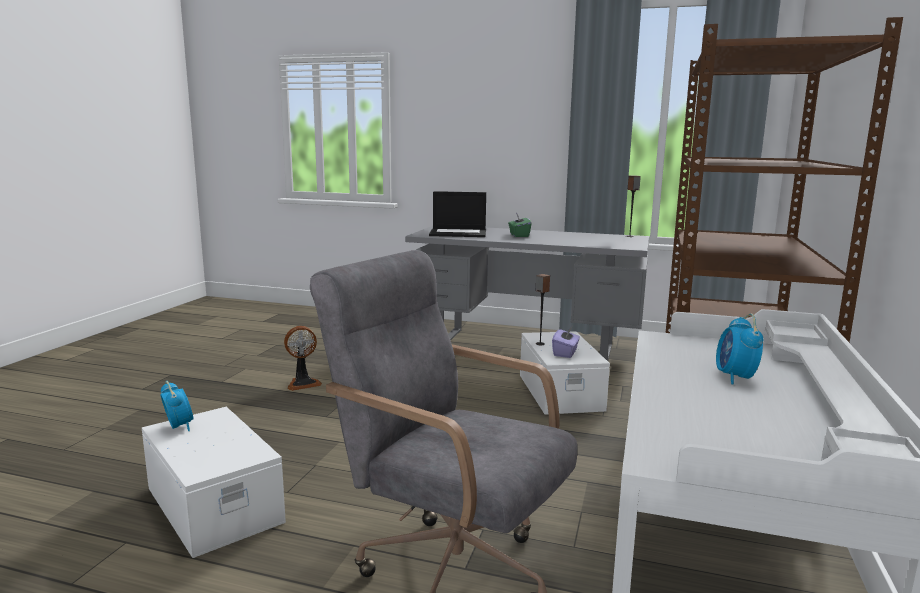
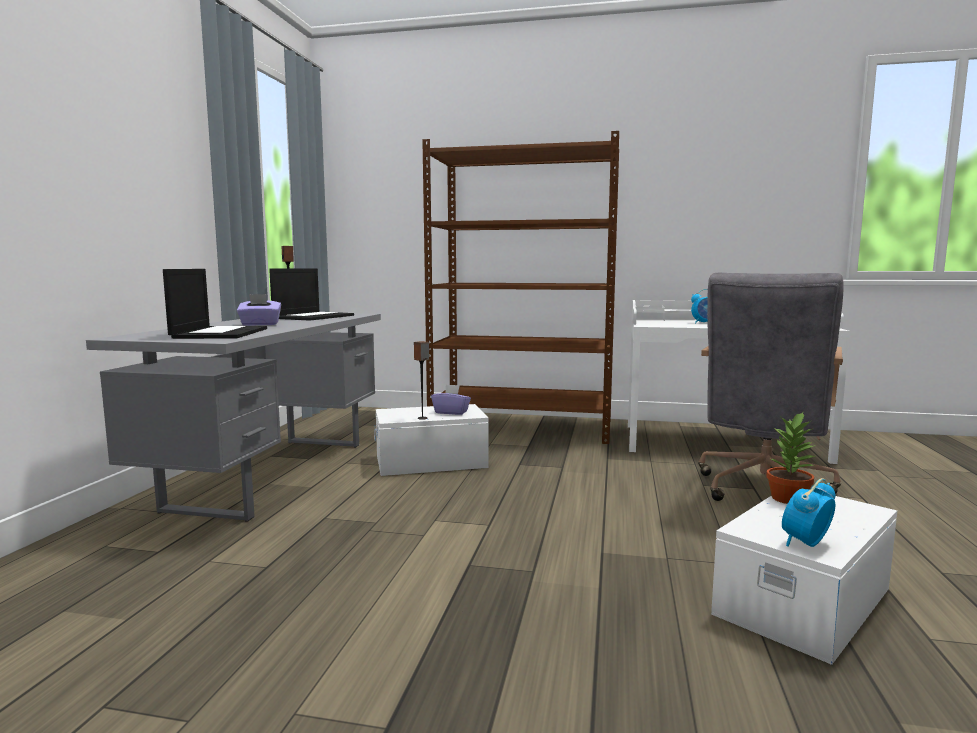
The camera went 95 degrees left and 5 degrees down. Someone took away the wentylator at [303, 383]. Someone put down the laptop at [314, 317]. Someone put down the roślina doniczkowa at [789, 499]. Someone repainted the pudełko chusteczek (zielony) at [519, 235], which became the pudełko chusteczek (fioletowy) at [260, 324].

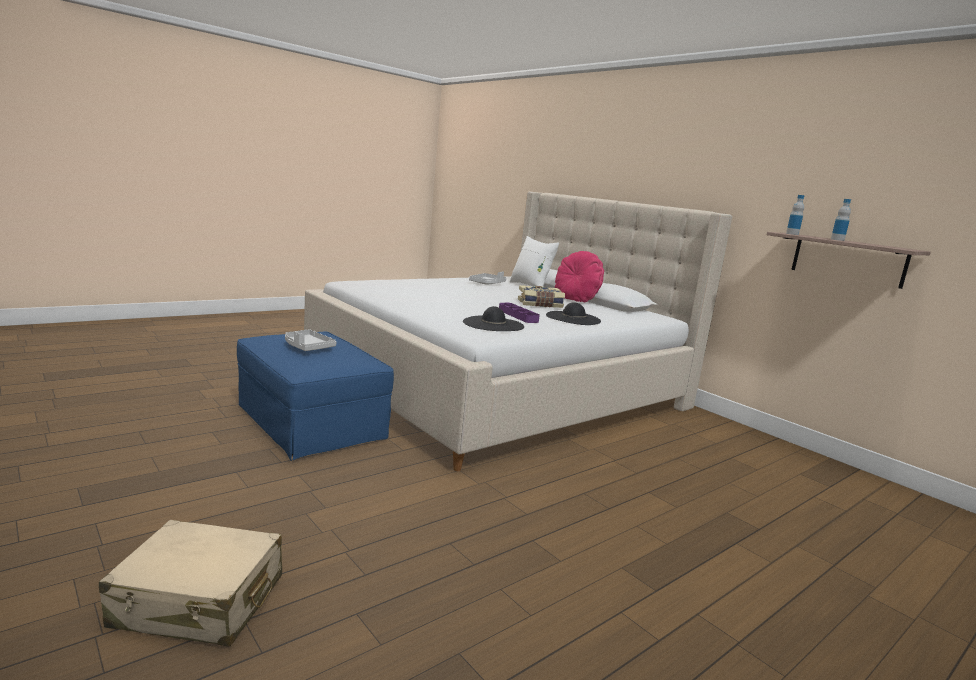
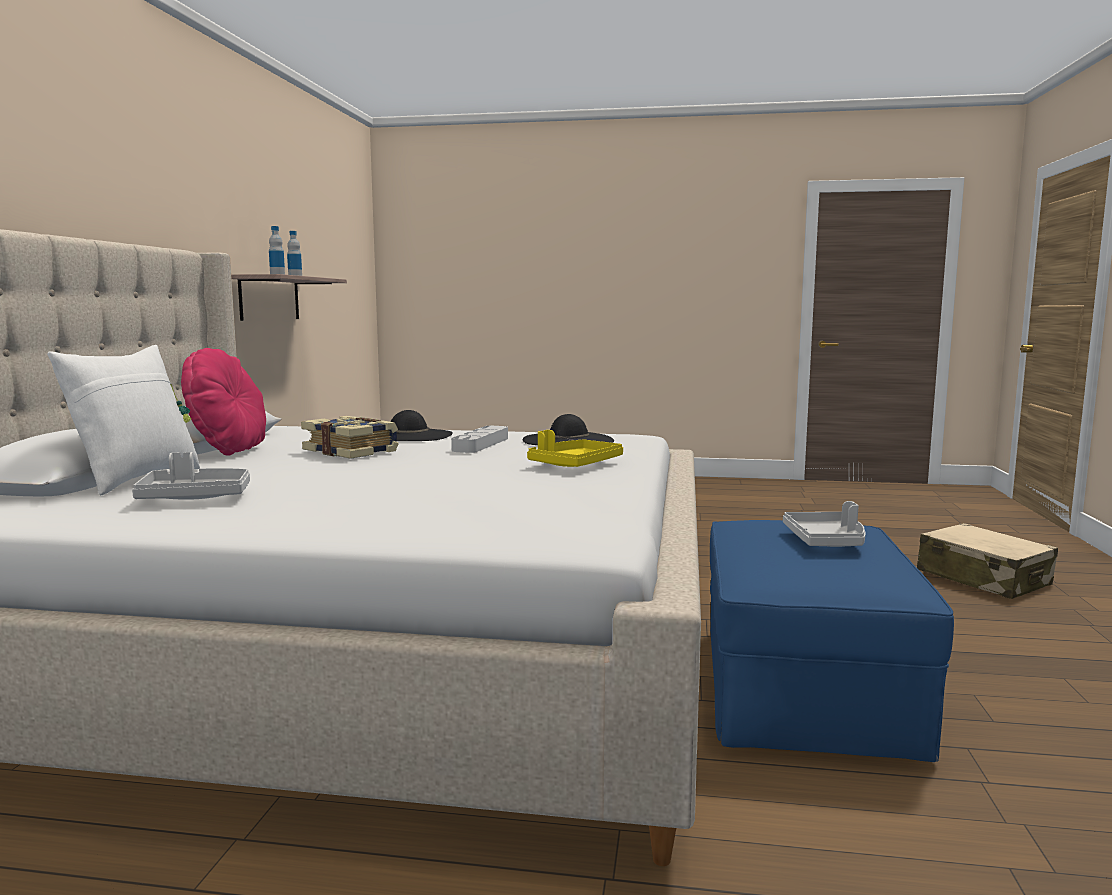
The camera went 130 degrees left and 5 degrees down. Someone put down the taca (żółty) at [575, 465]. Someone repainted the taca (fioletowy) at [518, 316], which became the taca (szary) at [481, 444].

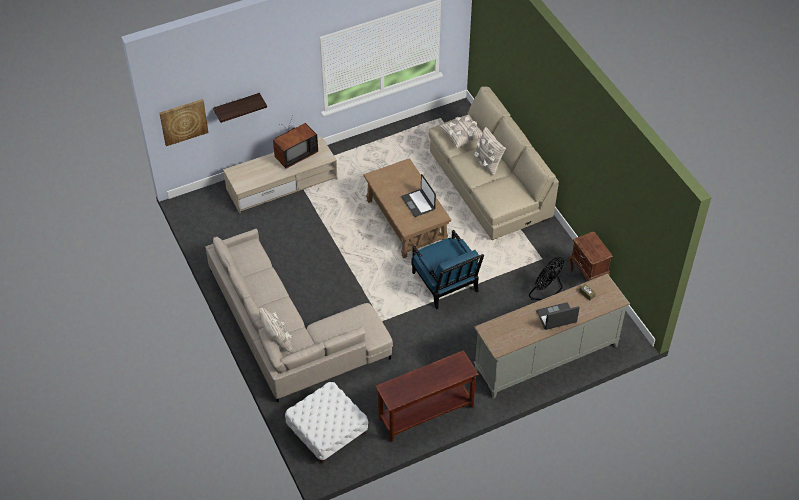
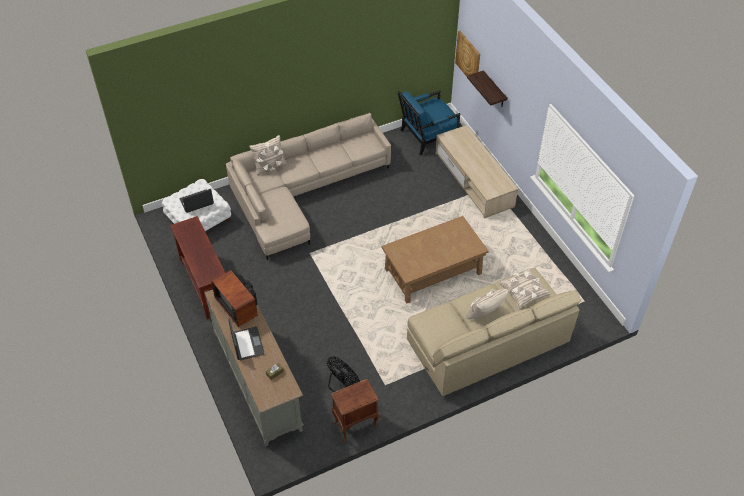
The camera went 90 degrees right and 0 degrees up. Someone carried the telewizor from [294, 154] to [239, 306]. Someone carried the laptop from [418, 203] to [197, 202]. Someone carried the fotel (niebieski) from [445, 284] to [427, 136].

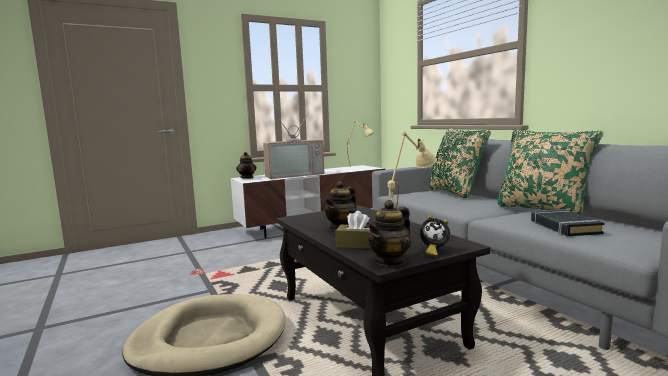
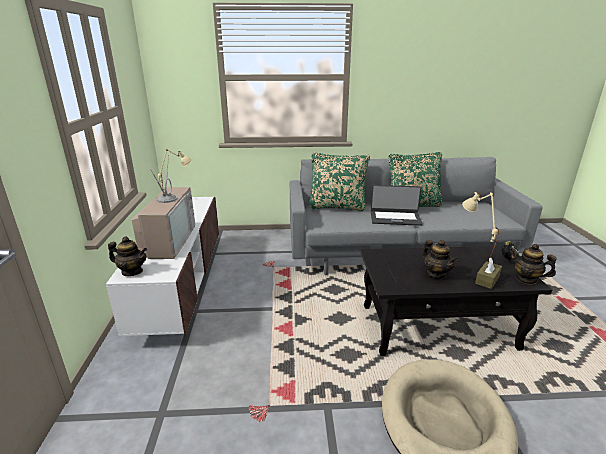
The camera went 65 degrees left and 15 degrees up. Someone took away the książka (czarny) at [564, 227]. Someone put down the laptop at [395, 218]. Someone rotated the imbryk at [390, 261] by 150 degrees clockwise.

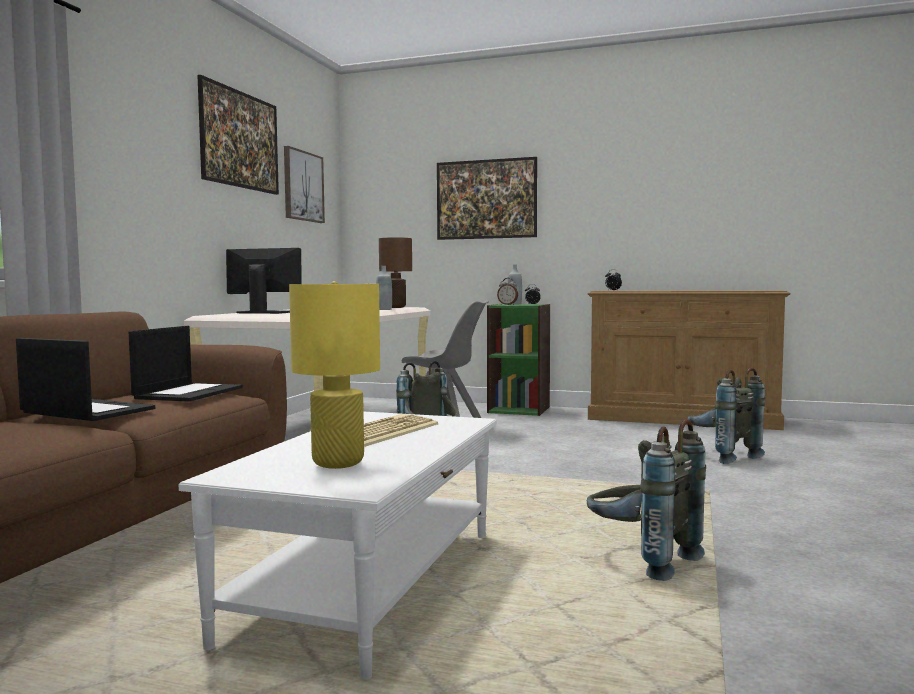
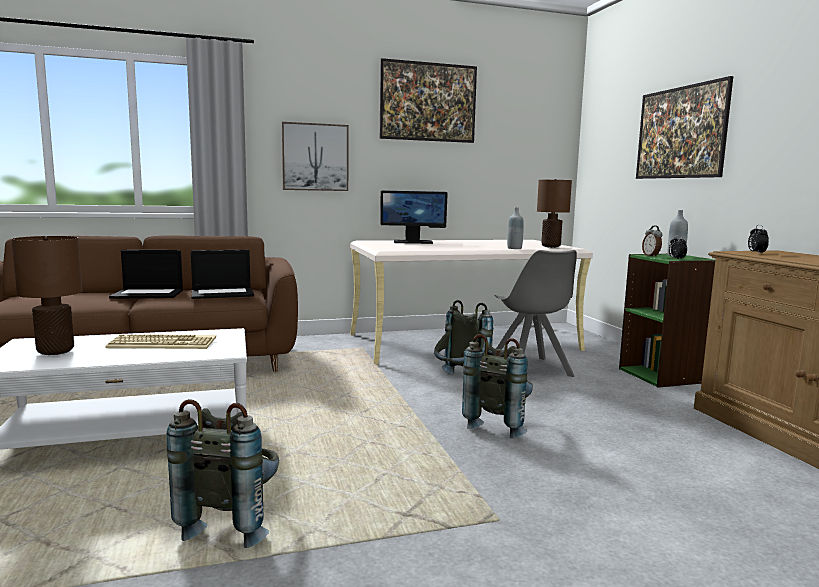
The camera went 55 degrees right and 5 degrees up. Someone carried the obraz from [303, 186] to [315, 157]. Someone carried the plecak (szary) from [721, 456] to [498, 424]. Someone repainted the lampa stołowa (żółty) at [339, 465], which became the lampa stołowa (brązowy) at [56, 353]. Someone rotated the laptop at [86, 411] by 90 degrees clockwise. Someone rotated the monitor at [264, 312] by 105 degrees clockwise.

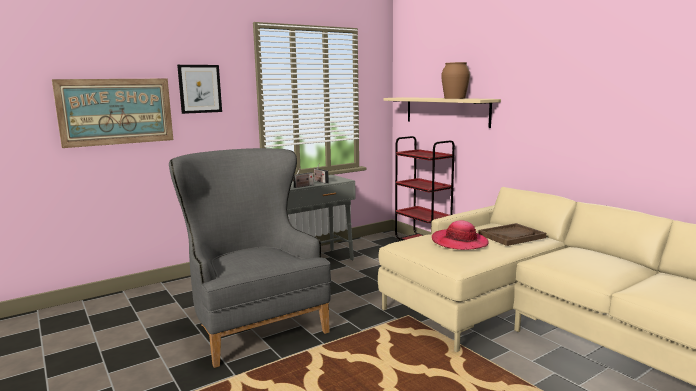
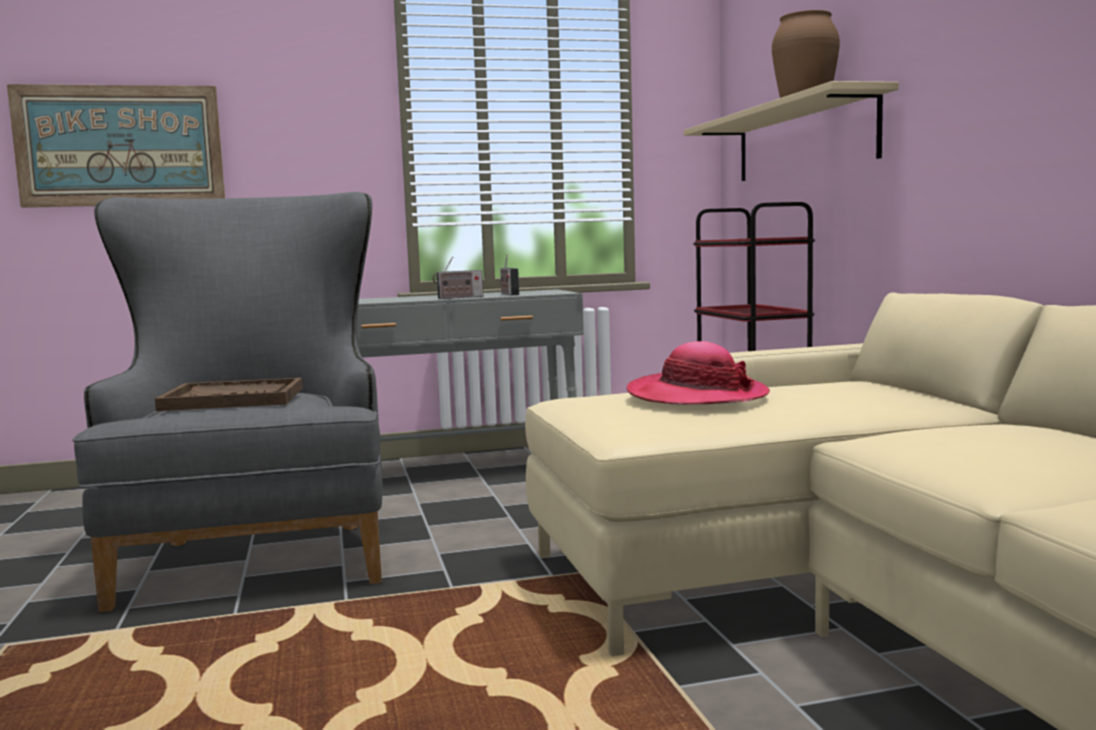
The camera went 20 degrees right and 5 degrees down. Someone took away the obraz at [200, 89]. Someone carried the taca (brązowy) from [511, 236] to [234, 399].

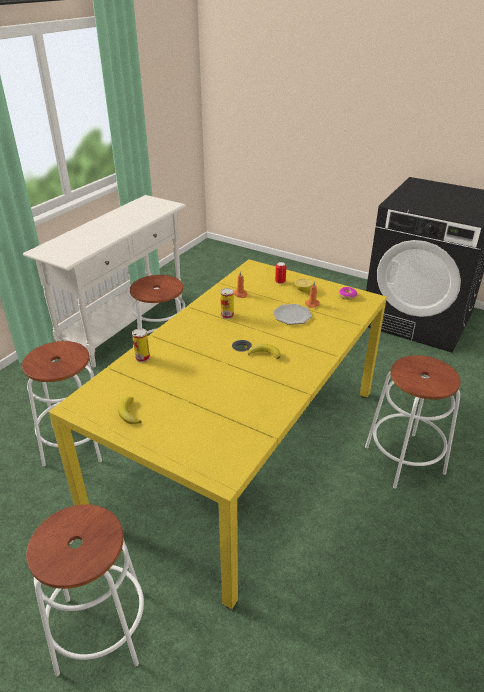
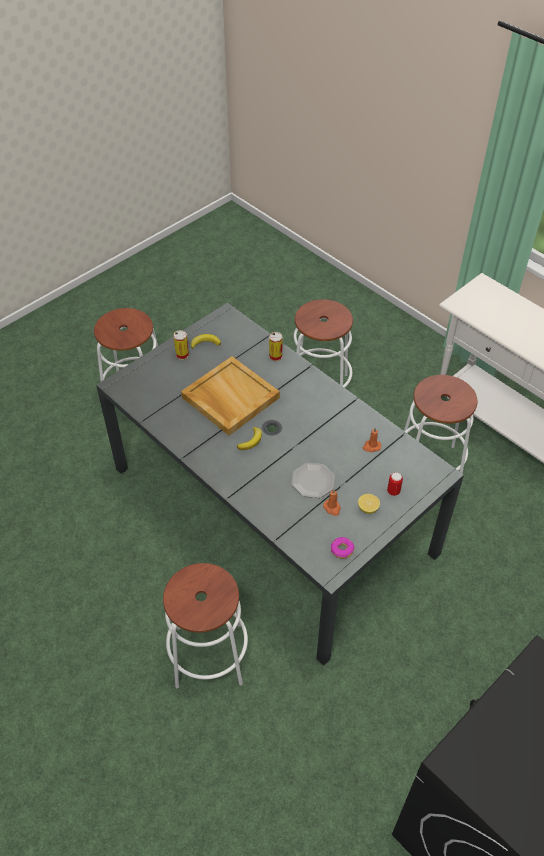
The camera went 105 degrees right and 15 degrees up. Someone put down the taca (beżowy) at [229, 397]. Someone carried the puszka from [227, 315] to [182, 355]. Someone repainted the stół jadalny (żółty) at [241, 449], which became the stół jadalny (szary) at [272, 510].

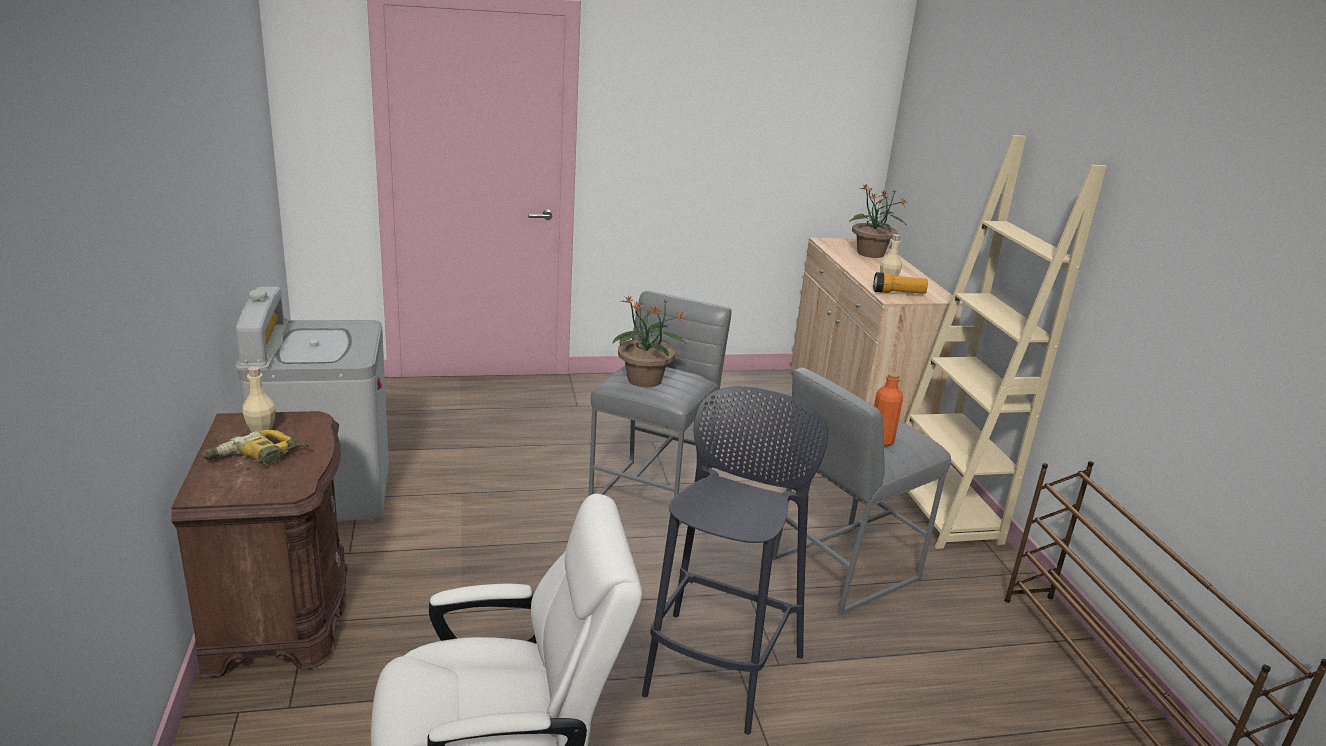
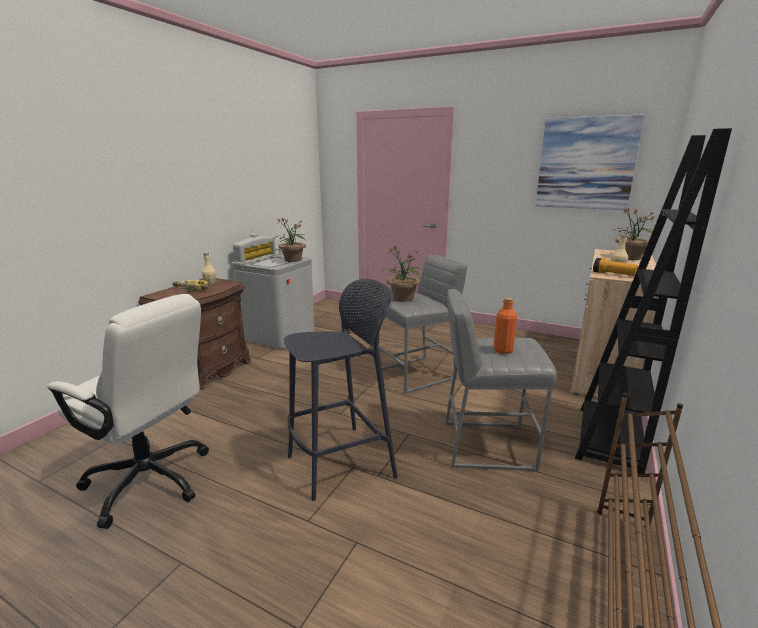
The camera went 40 degrees right and 5 degrees down. Someone put down the roślina doniczkowa at [293, 260]. Someone put up the obraz at [586, 163]. Someone repainted the regał (beżowy) at [942, 511], which became the regał (czarny) at [609, 439].

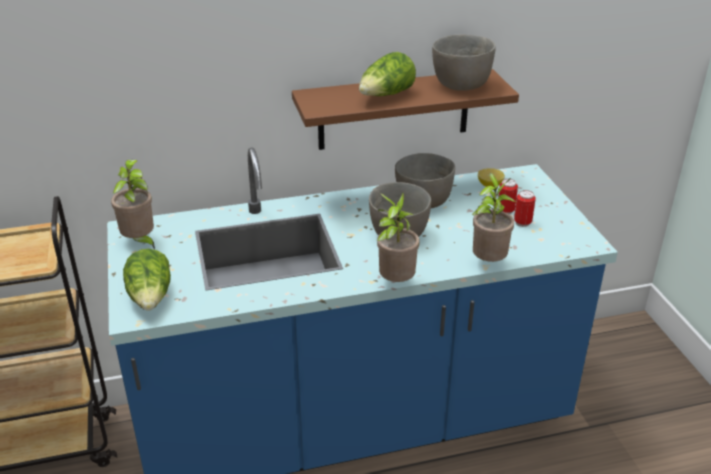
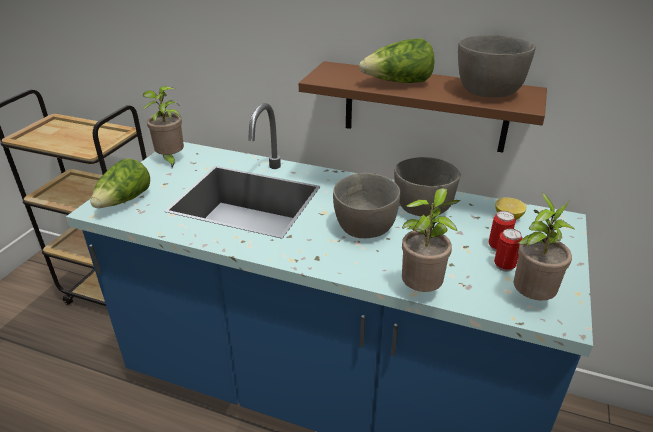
The camera went 35 degrees right and 0 degrees up. Someone carried the roślina doniczkowa from [395, 282] to [530, 297].

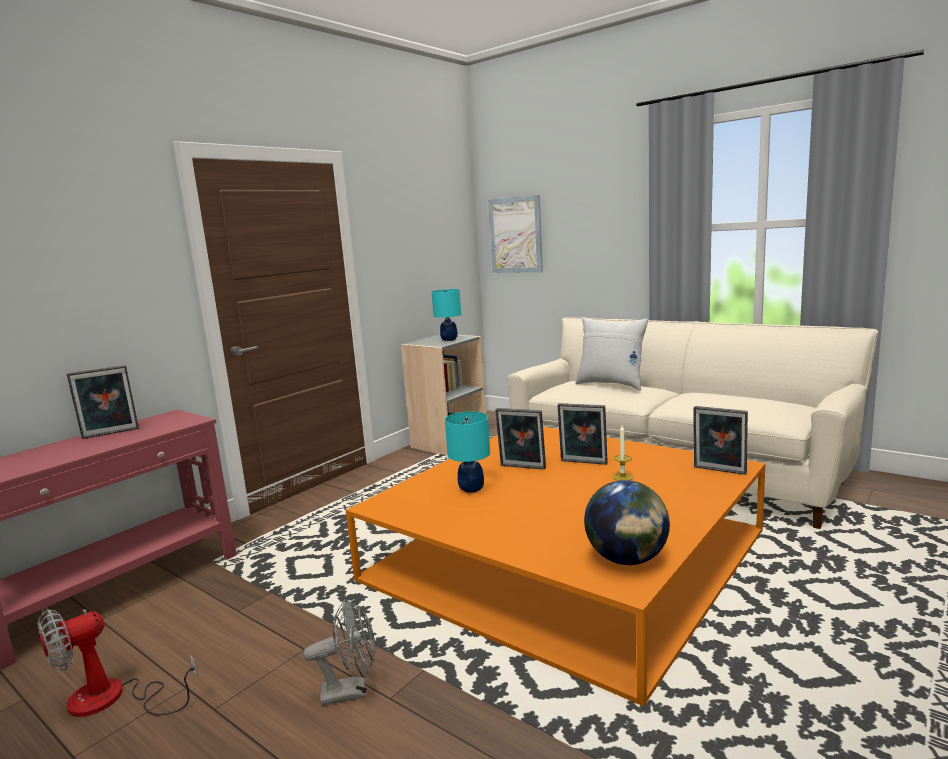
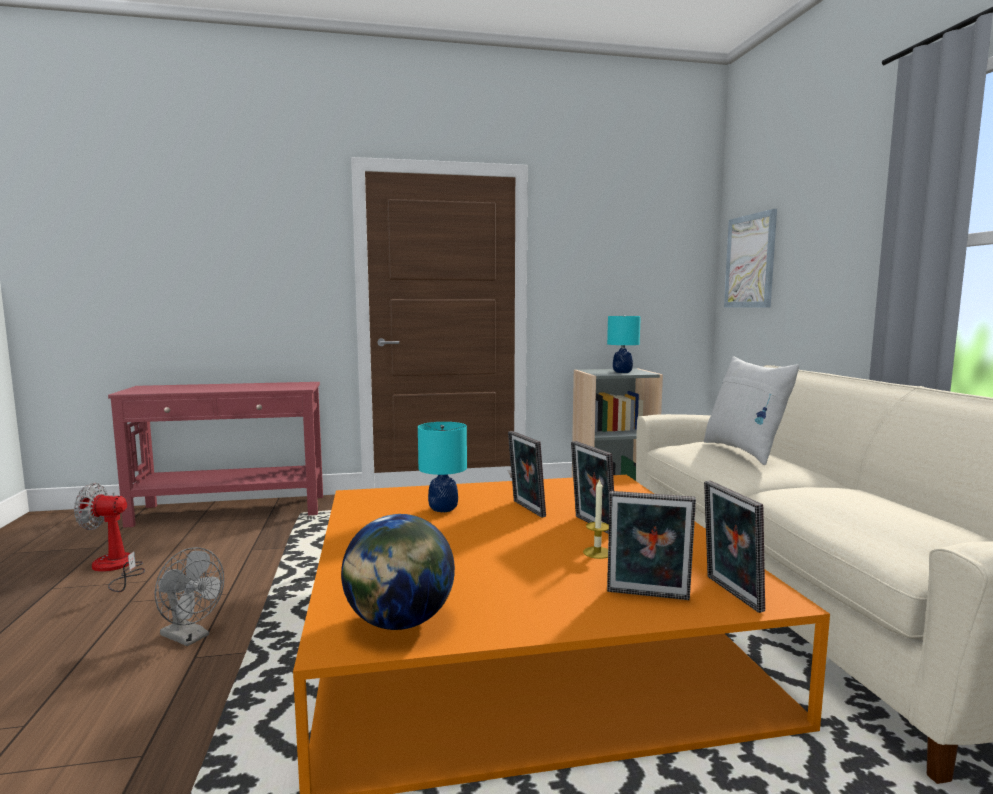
The camera went 40 degrees right and 5 degrees down. Someone carried the ramka na zdjęcie from [110, 434] to [647, 596].

